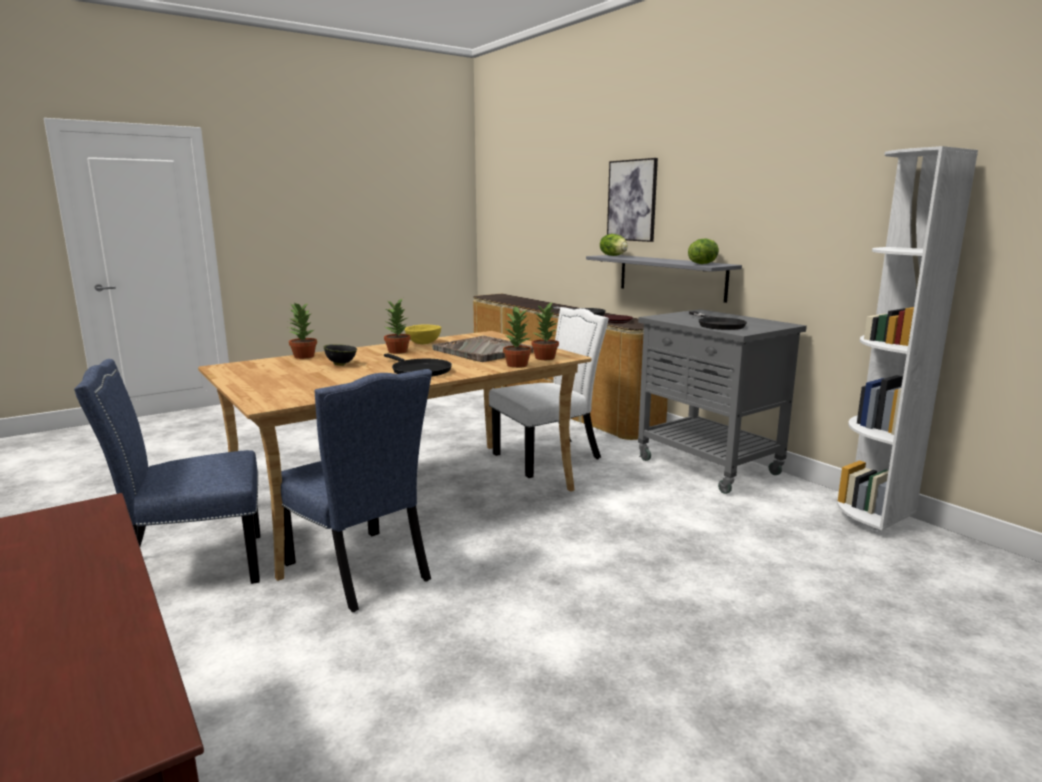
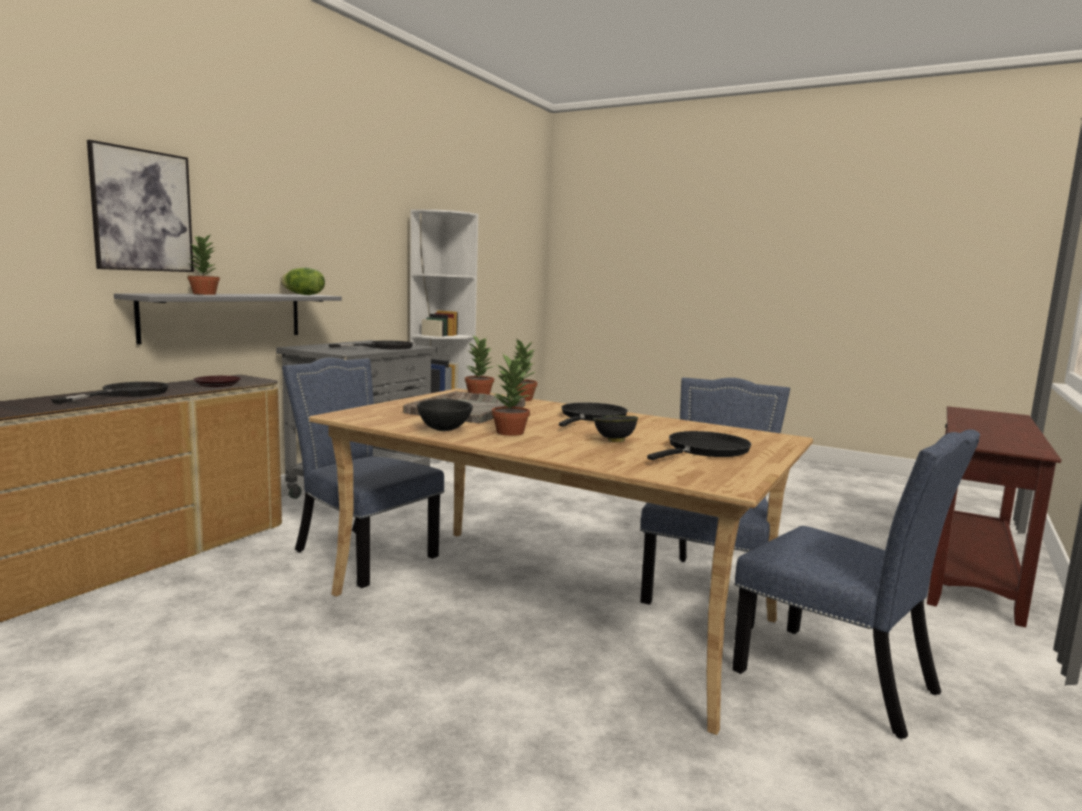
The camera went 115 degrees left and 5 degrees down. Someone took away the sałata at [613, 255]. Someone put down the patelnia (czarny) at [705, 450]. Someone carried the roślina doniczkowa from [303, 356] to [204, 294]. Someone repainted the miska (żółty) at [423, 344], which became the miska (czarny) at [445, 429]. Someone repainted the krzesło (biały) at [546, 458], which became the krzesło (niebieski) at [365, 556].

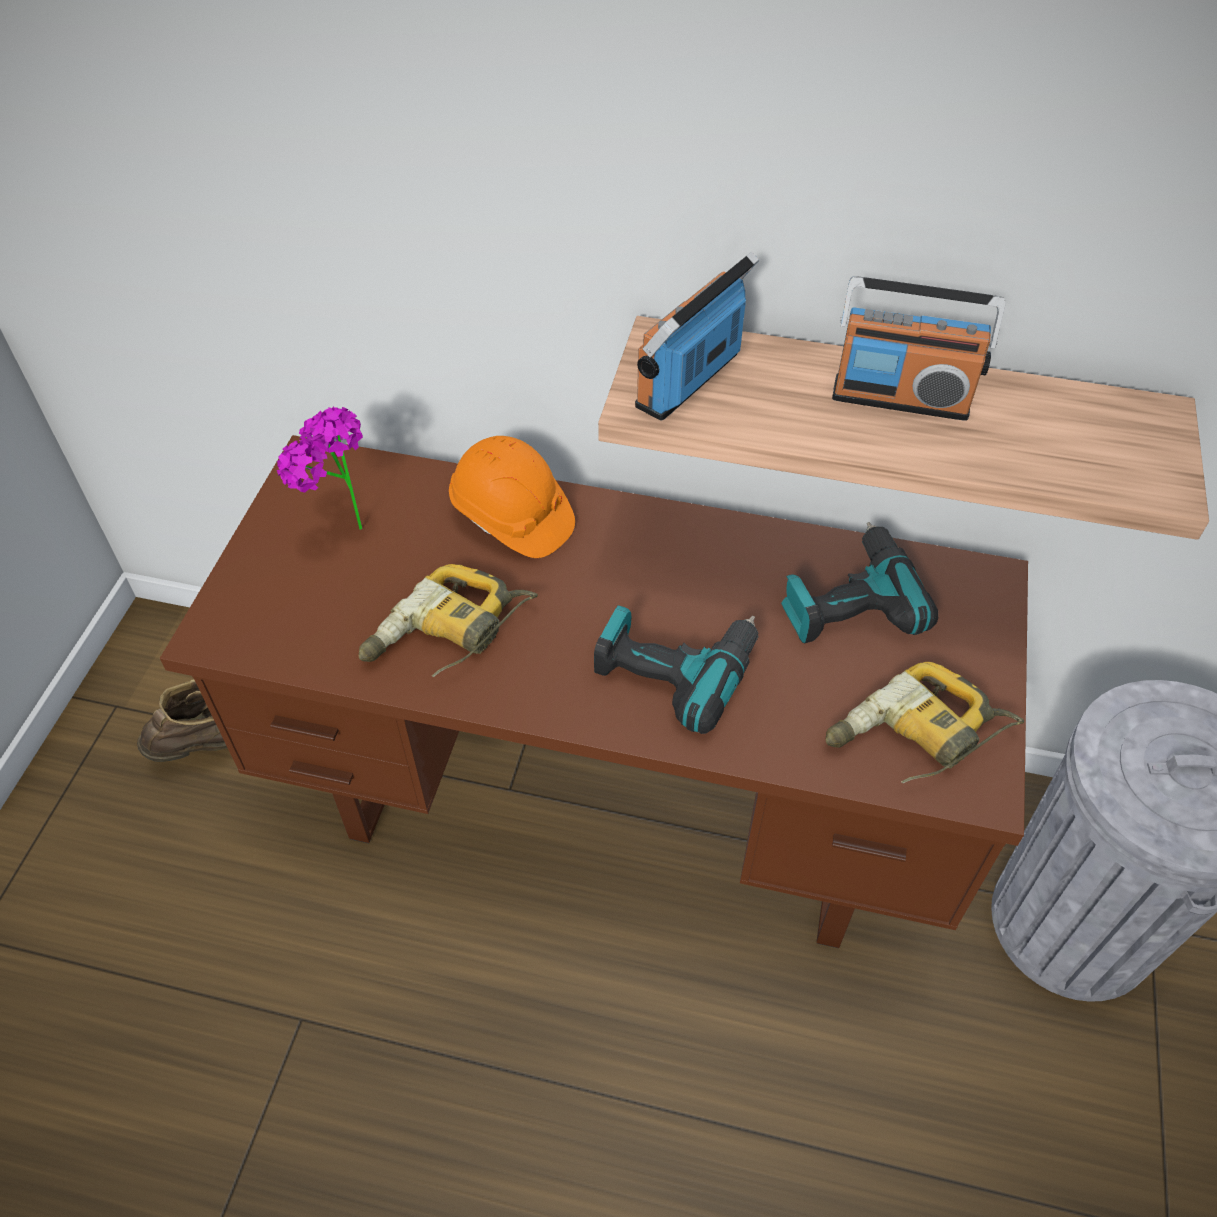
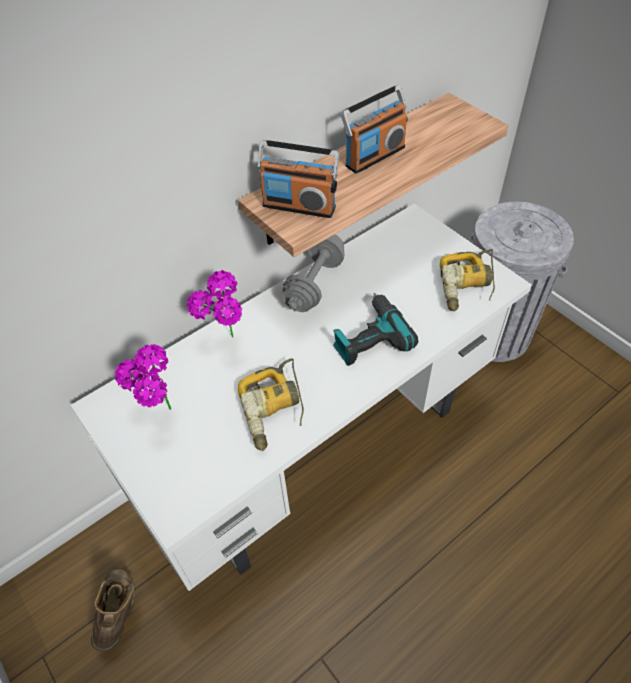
The camera went 50 degrees left and 0 degrees up. Someone took away the wiertarka at [848, 600]. Someone put down the hantel (szary) at [314, 284]. Someone swapped the kask (pomarańczowy) at [511, 517] for the roślina doniczkowa at [227, 345]. Someone repainted the biurko (brązowy) at [611, 807], which became the biurko (biały) at [320, 449]. Someone rotated the radio at [689, 381] by 60 degrees counterclockwise.

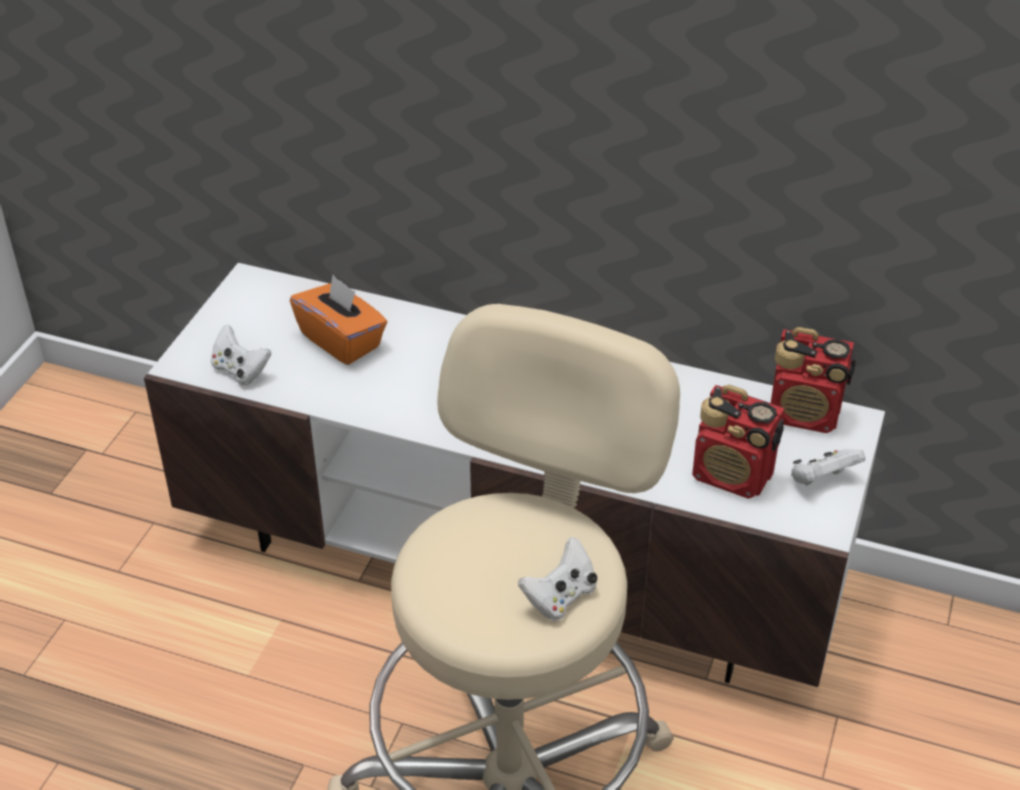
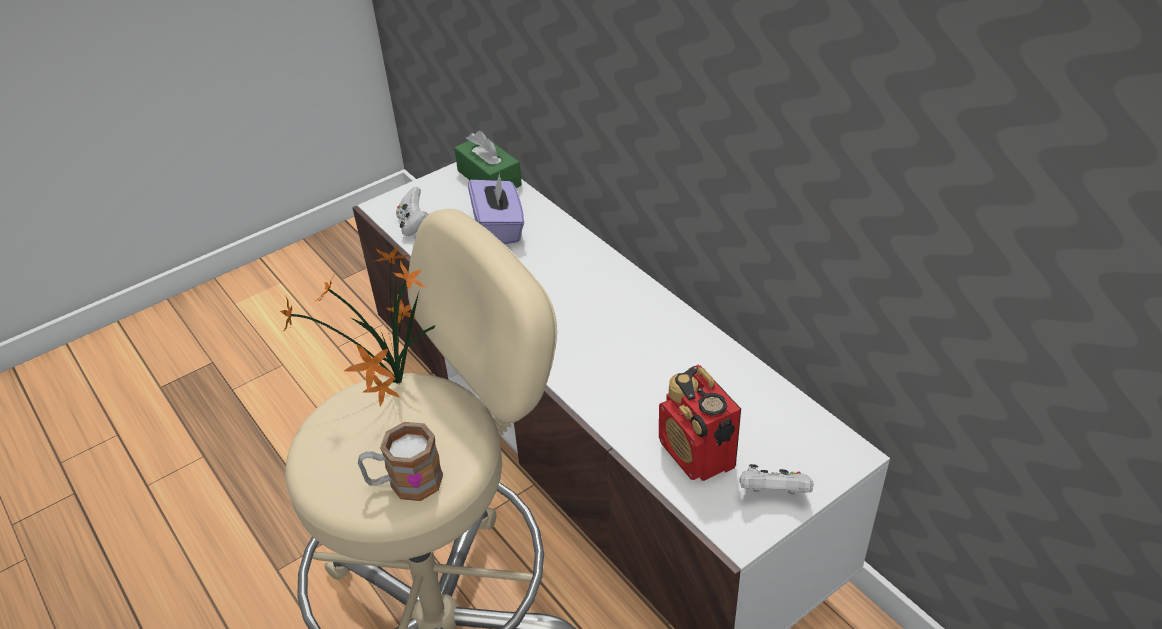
The camera went 35 degrees right and 0 degrees up. Someone took away the radio at [805, 415]. Someone put down the roślina doniczkowa at [397, 387]. Someone put down the pudełko chusteczek (zielony) at [489, 178]. Someone swapped the pad do gier (biały) at [560, 597] for the kubek at [405, 483]. Someone repainted the pudełko chusteczek (pomarańczowy) at [341, 340], which became the pudełko chusteczek (fioletowy) at [499, 228].

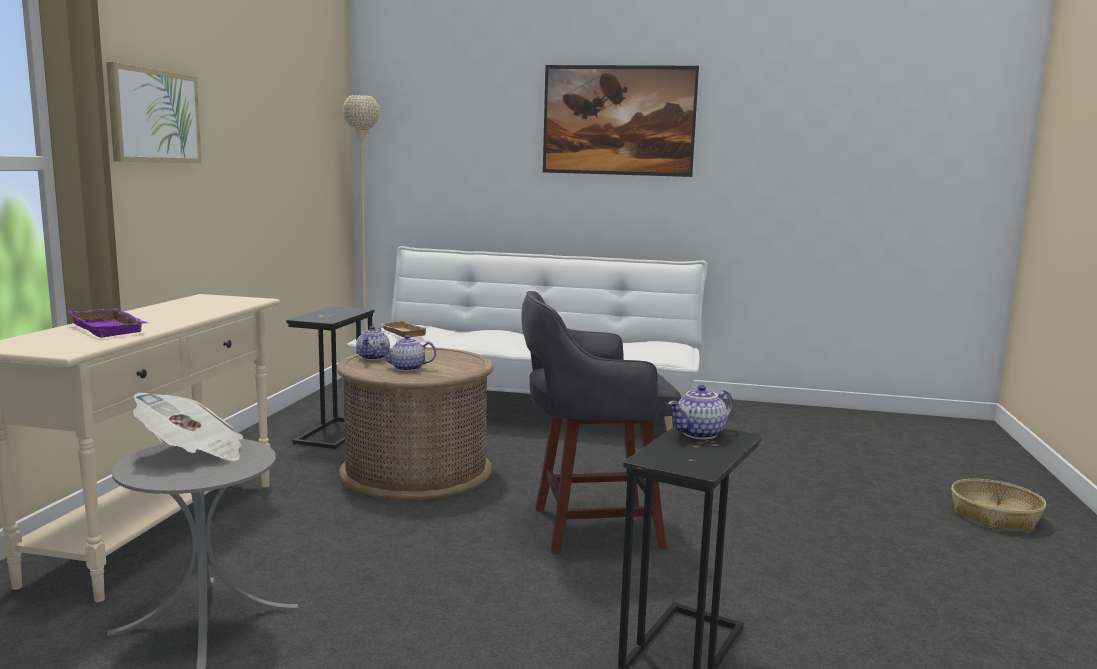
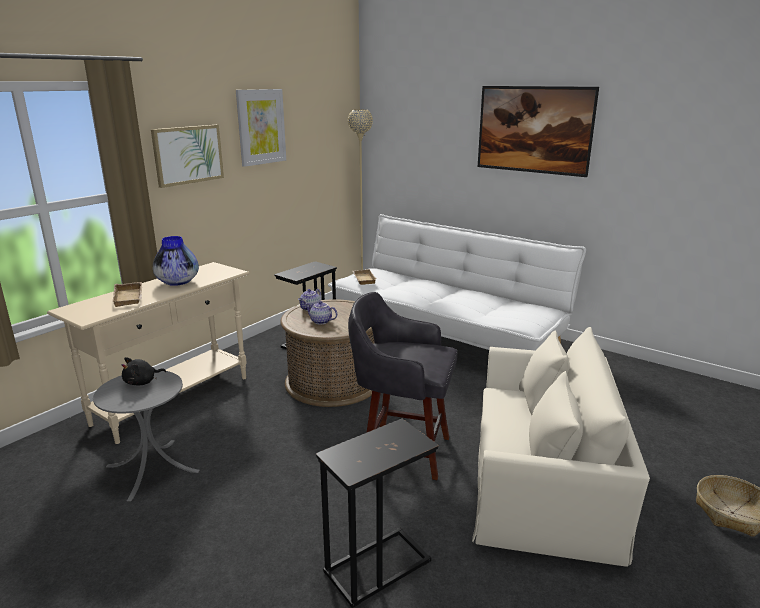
The camera went 25 degrees right and 10 degrees up. Someone took away the imbryk at [700, 434]. Someone put down the wazon at [178, 282]. Someone put up the obraz at [261, 127]. Someone put down the fotel (beżowy) at [543, 482]. Someone swapped the gazeta at [193, 453] for the pluszak (czarny) at [142, 382]. Someone repainted the taca (fioletowy) at [111, 329], which became the taca (beżowy) at [130, 297].

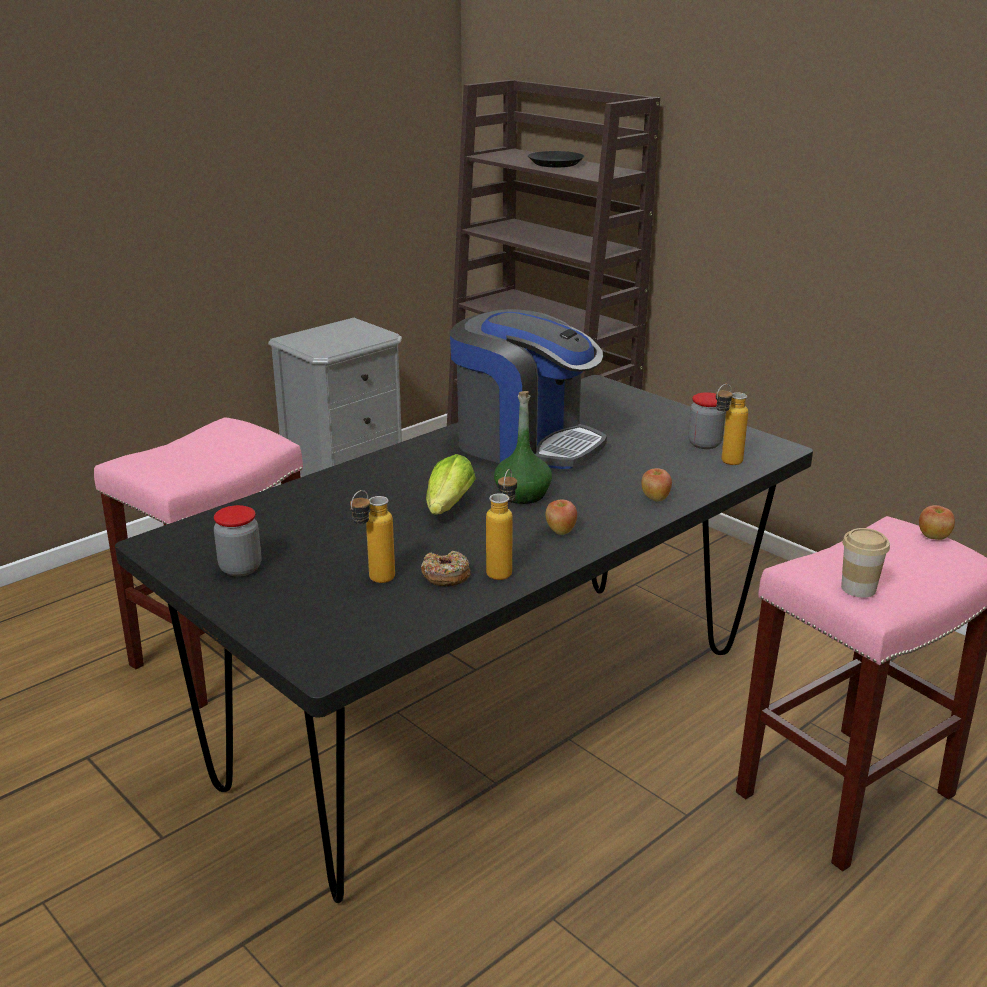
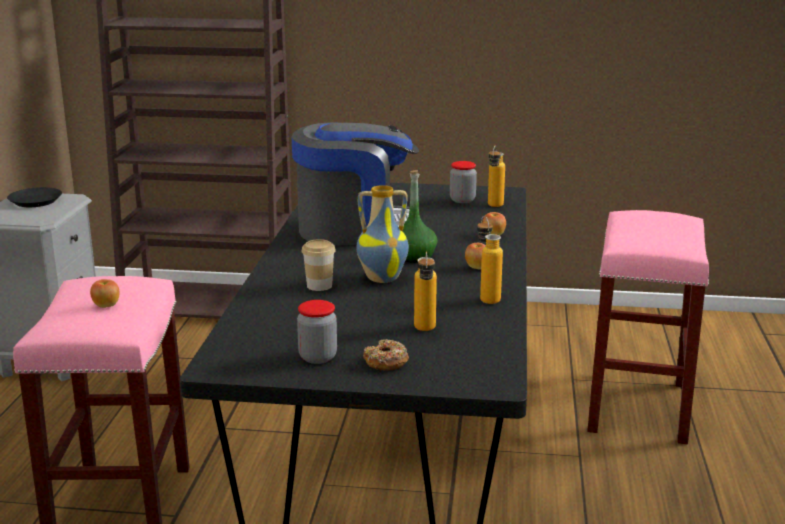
The camera went 40 degrees left and 5 degrees down. Someone carried the donut from [445, 576] to [386, 362]. Someone carried the talerz (czarny) from [555, 163] to [35, 201]. Someone carried the filiżanka from [858, 588] to [319, 286]. Someone carried the jabłko from [933, 537] to [106, 306]. Someone swapped the sałata at [447, 508] for the wazon at [382, 278].

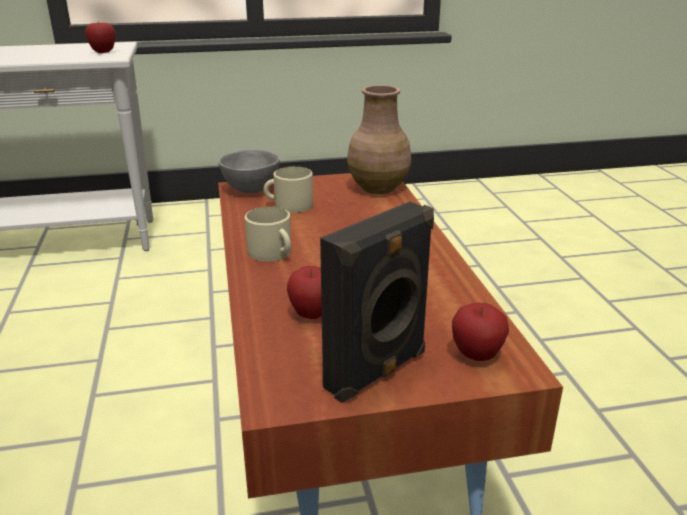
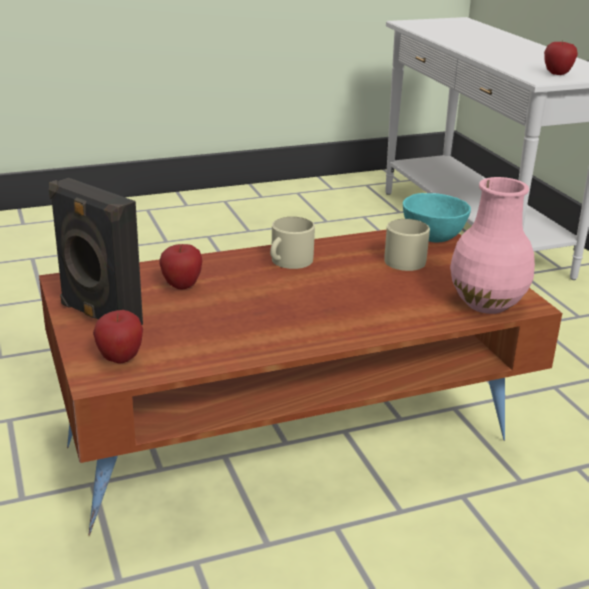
The camera went 80 degrees right and 0 degrees up. Someone repainted the miska (szary) at [250, 190], which became the miska (turkusowy) at [432, 237]. Someone repainted the wazon (brązowy) at [379, 188], which became the wazon (różowy) at [487, 304].

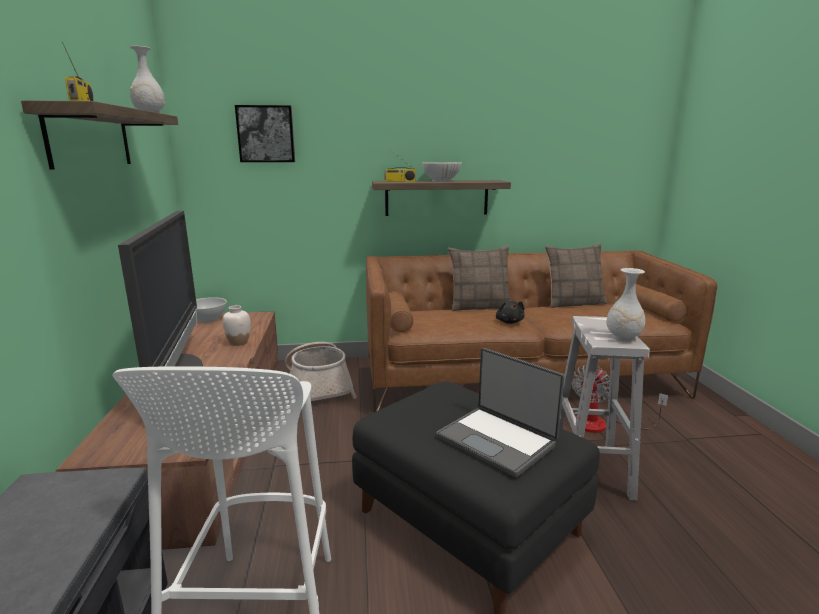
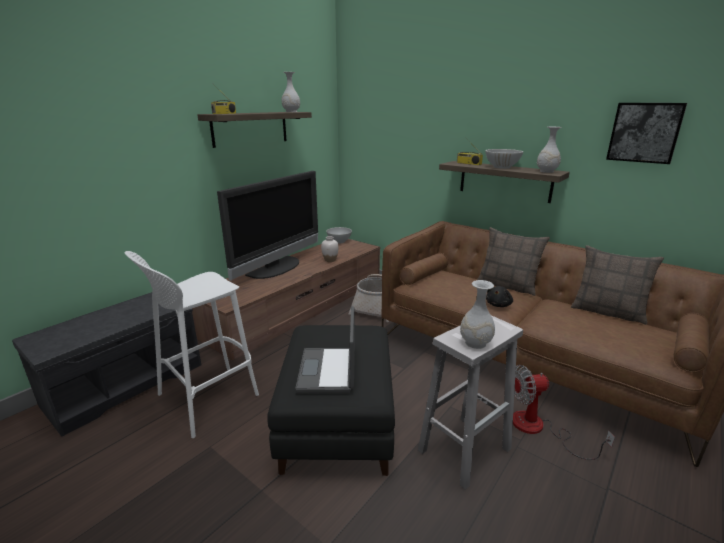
The camera went 45 degrees right and 5 degrees up. Someone put down the wazon (biały) at [546, 171]. Someone carried the obraz from [266, 134] to [644, 132].

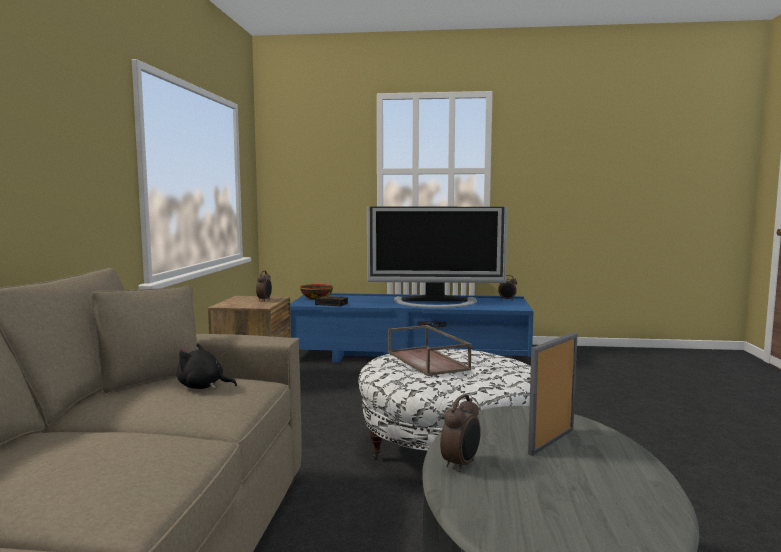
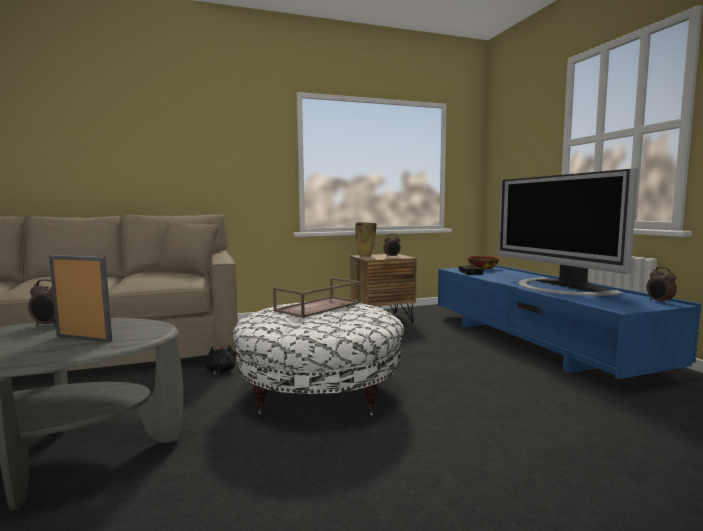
The camera went 65 degrees right and 0 degrees up. Someone put down the wazon (beżowy) at [366, 256]. Someone carried the pluszak (czarny) from [203, 387] to [220, 371].

